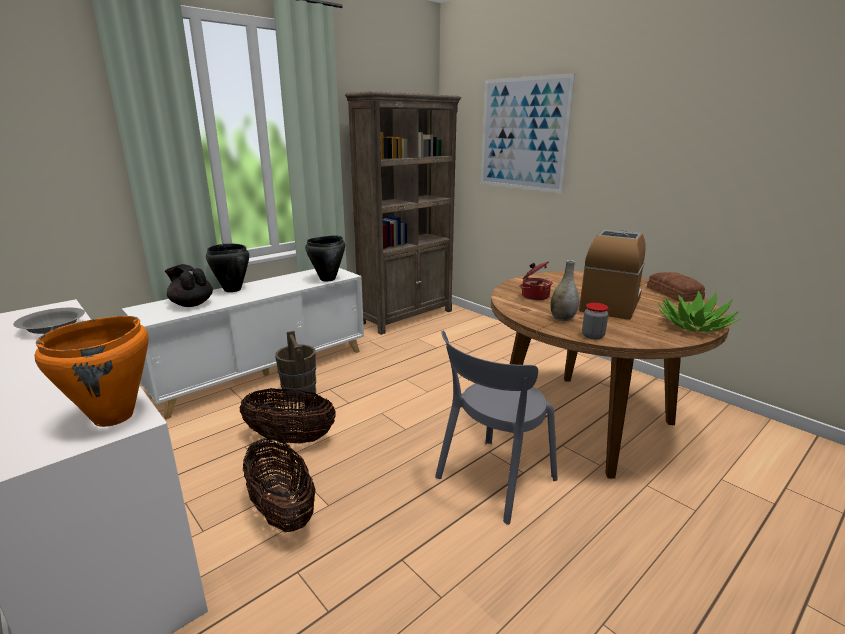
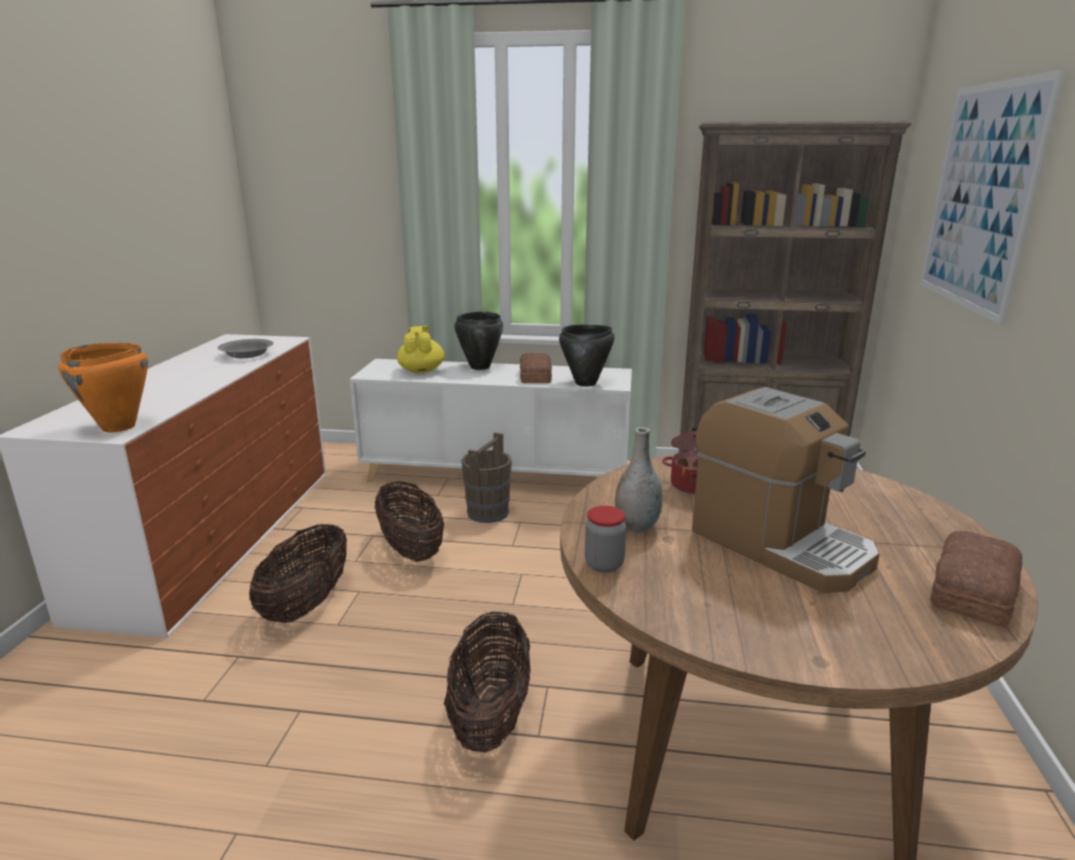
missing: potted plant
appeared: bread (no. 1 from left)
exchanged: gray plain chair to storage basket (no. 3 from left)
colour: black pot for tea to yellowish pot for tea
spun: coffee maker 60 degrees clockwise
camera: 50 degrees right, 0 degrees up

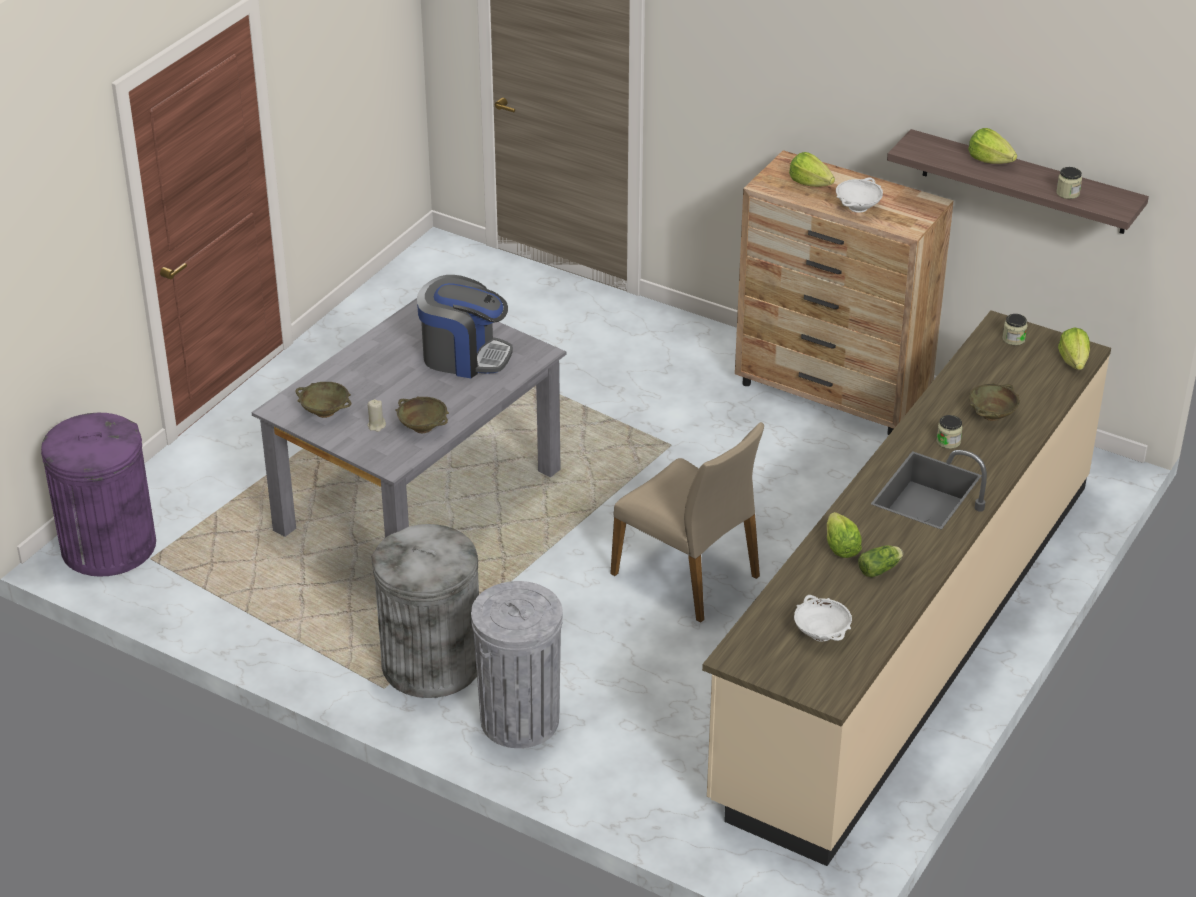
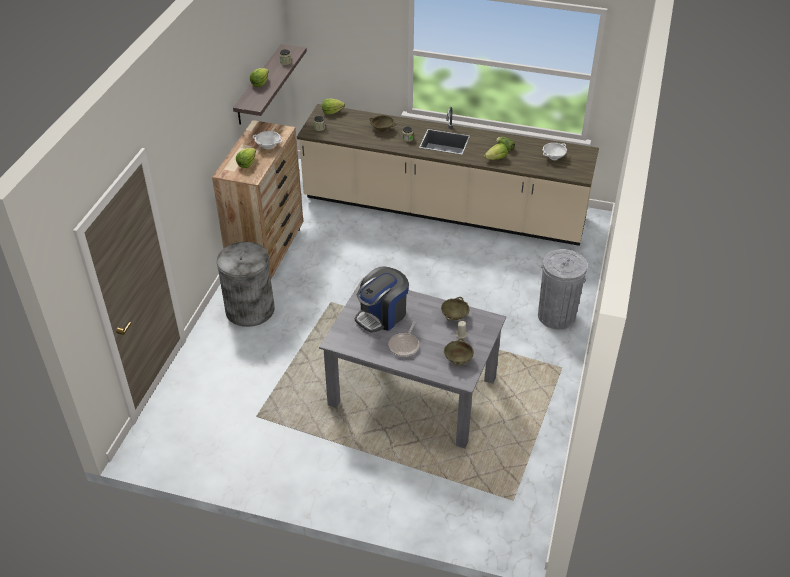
missing: purple-coloured trash can; beige-coloured plain chair
appeared: pan
relocated: gray trash can (no. 1 from left)
spun: coffee maker 135 degrees counterclockwise
camera: 105 degrees left, 5 degrees up

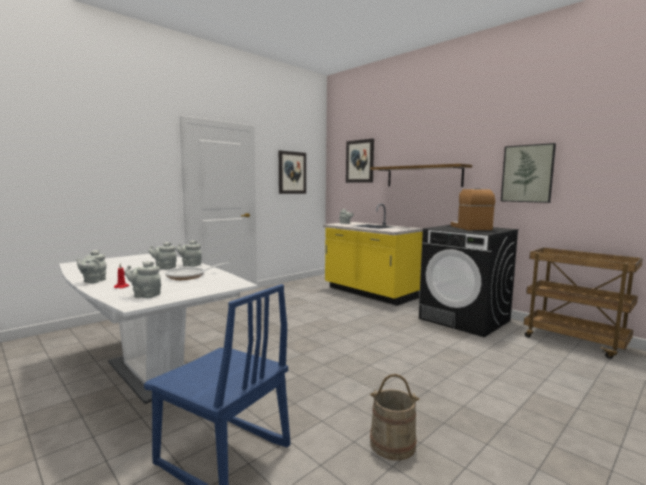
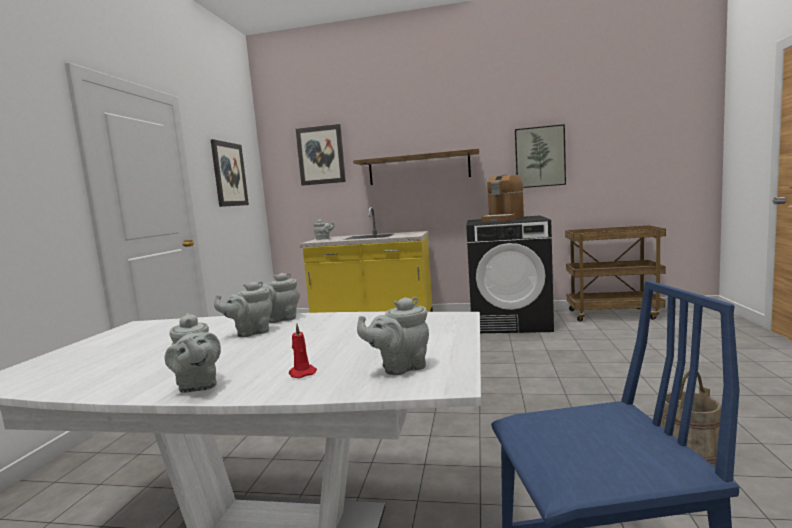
missing: pan
spun: coffee maker 105 degrees counterclockwise
camera: 35 degrees left, 0 degrees up

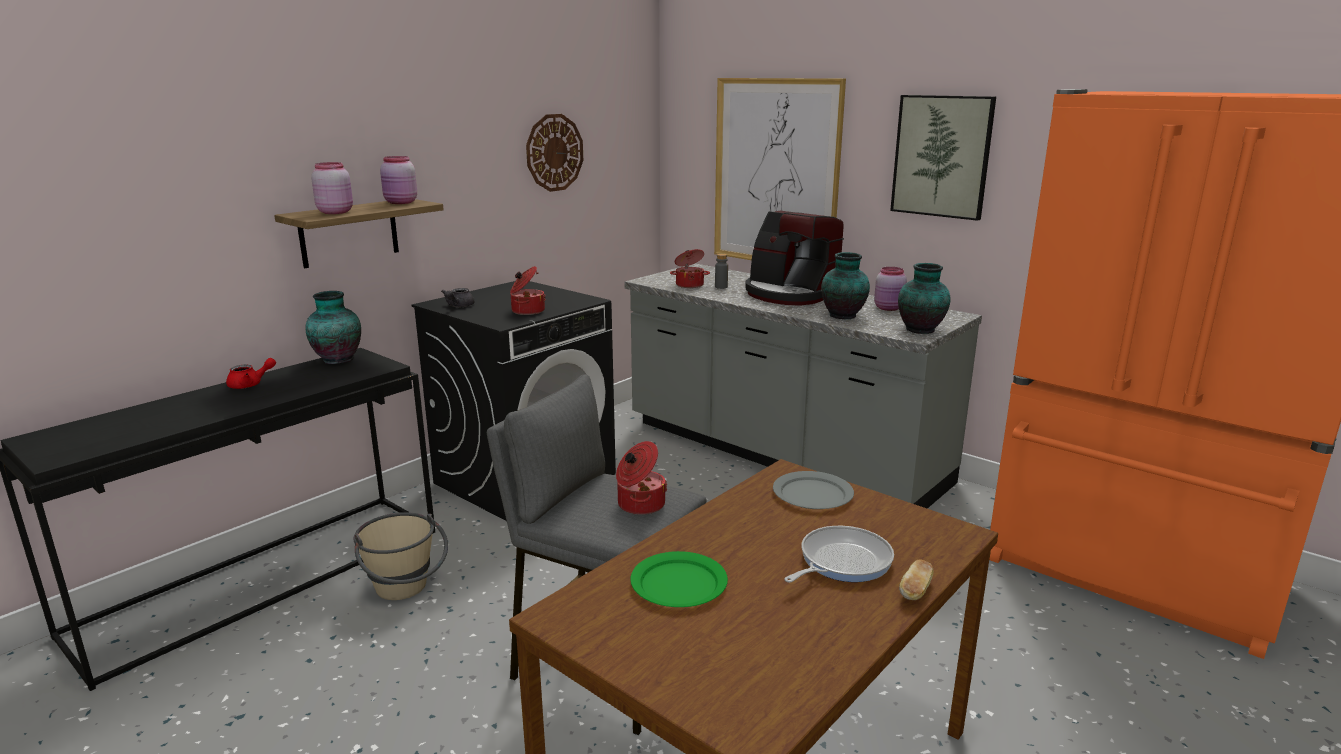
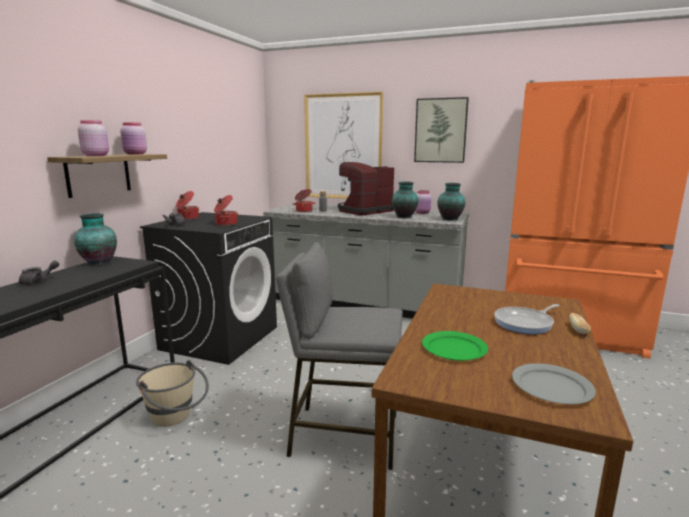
missing: clock on the wall
relocated: stockpot (no. 2 from left in the first image) to stockpot (no. 1 from left); gray dinner plate
colour: red pot for tea to gray pot for tea (no. 1 from left)
spun: coffee maker 120 degrees clockwise; pan 150 degrees counterclockwise
camera: 20 degrees left, 5 degrees down

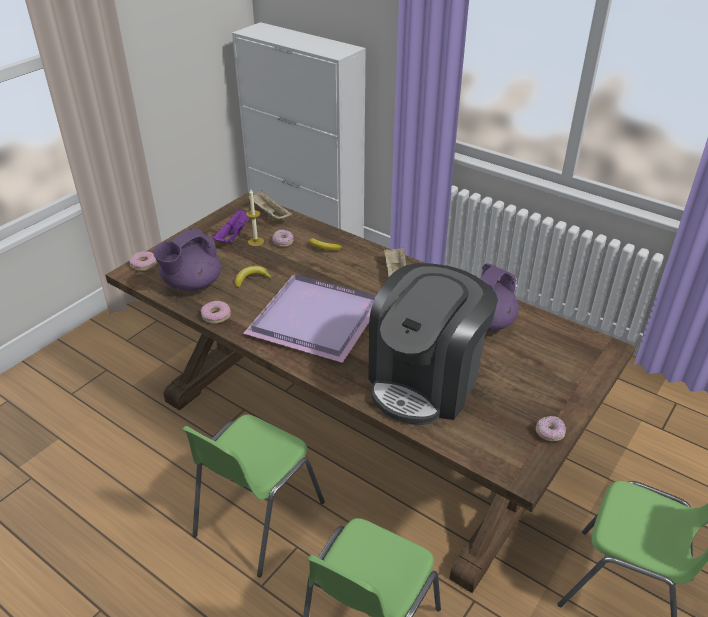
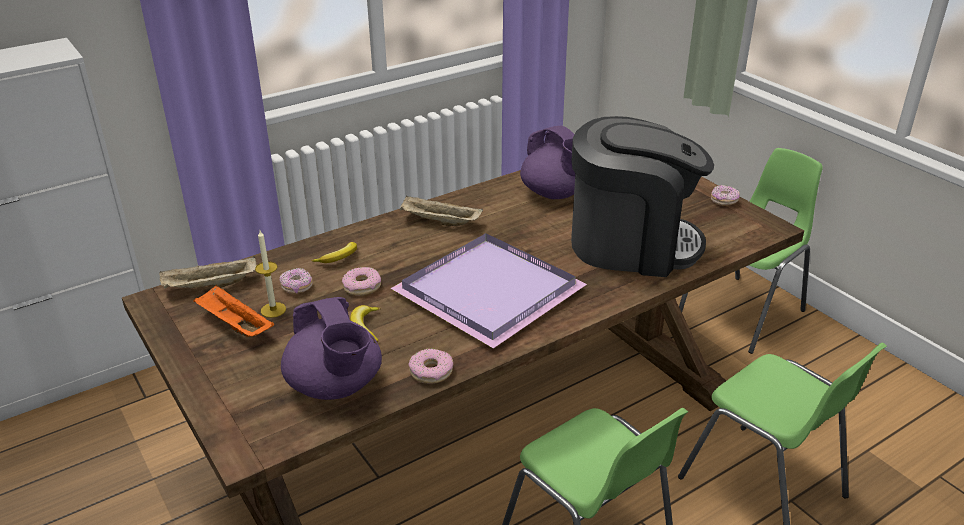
relocated: ring doughnut (no. 1 from left in the first image) to ring doughnut (no. 2 from left)
colour: purple-coloured serving tray (no. 1 from left) to orangey serving tray
spun: coffee maker 45 degrees counterclockwise
camera: 70 degrees left, 5 degrees down

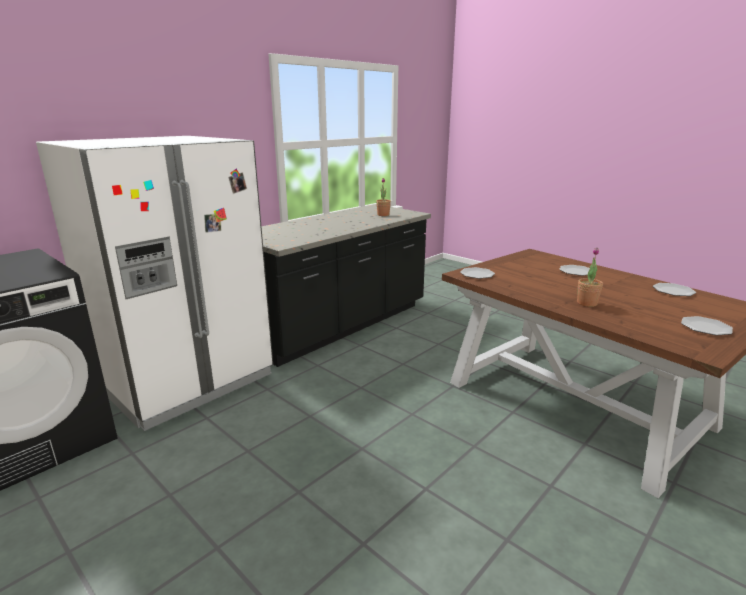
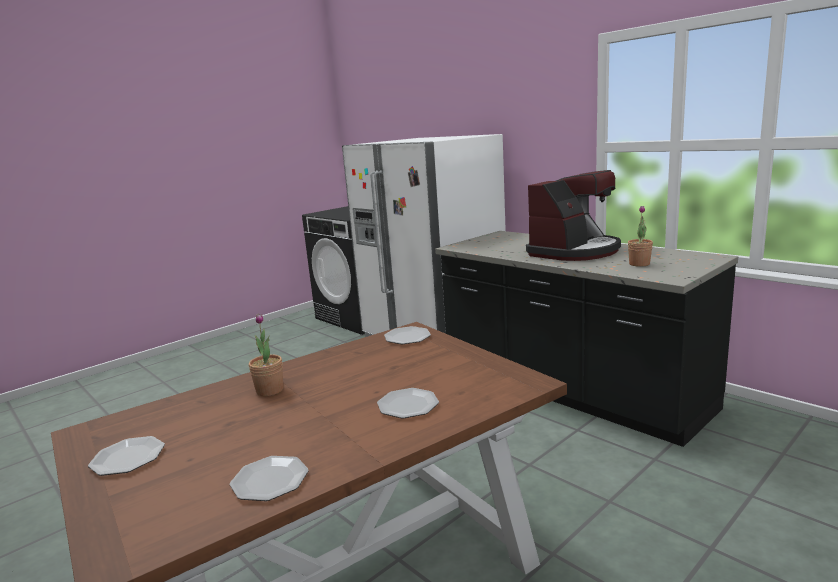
appeared: coffee maker
camera: 95 degrees right, 5 degrees down

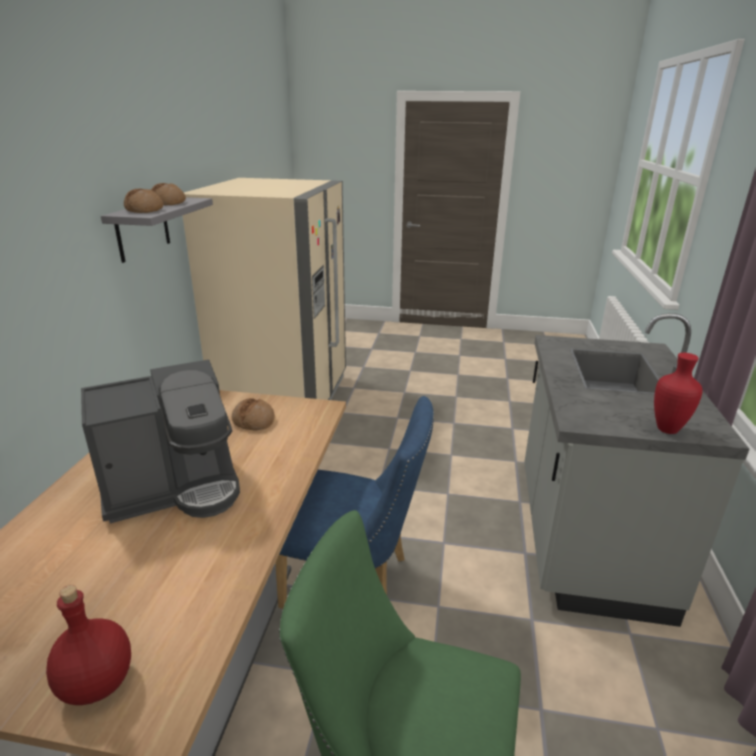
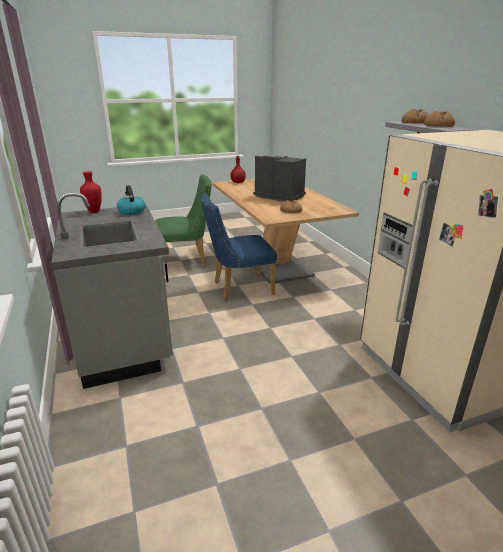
appeared: tea kettle
spun: coffee maker 90 degrees clockwise
camera: 150 degrees right, 0 degrees up

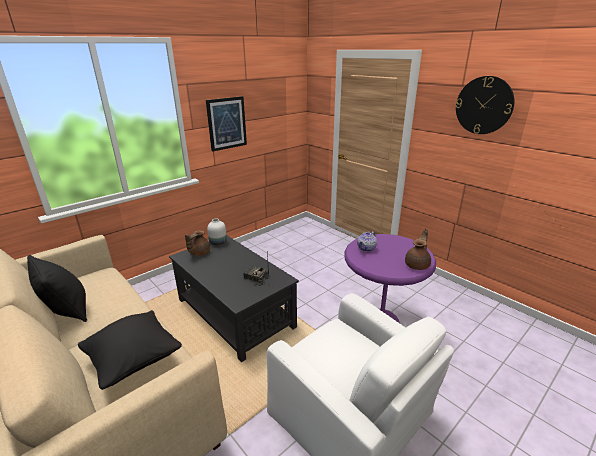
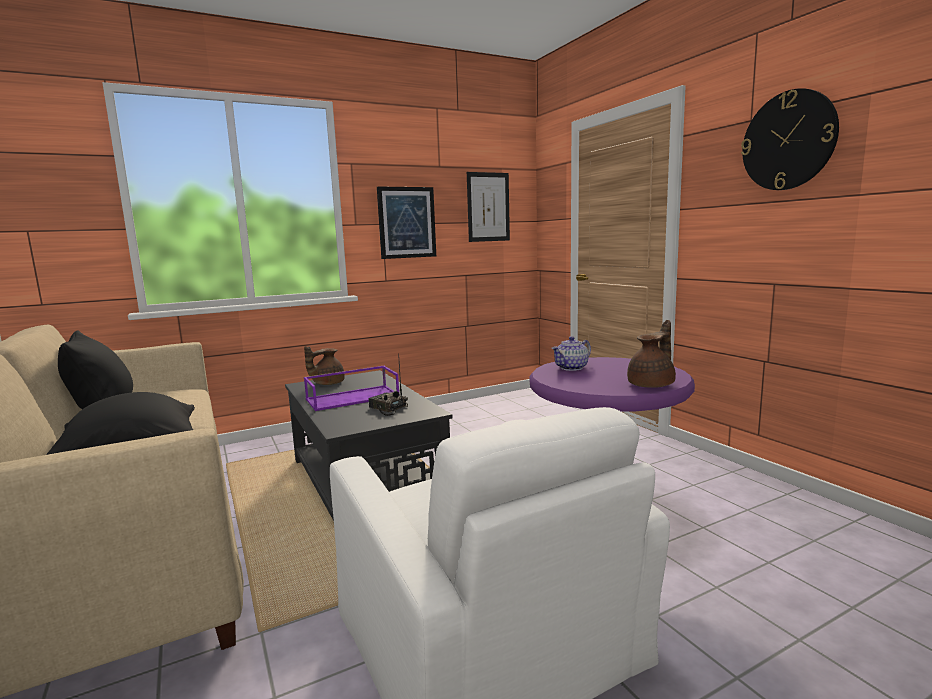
missing: whitish decorative vase
appeared: purple-coloured serving tray; wall picture (no. 2 from left)
camera: 15 degrees right, 15 degrees down

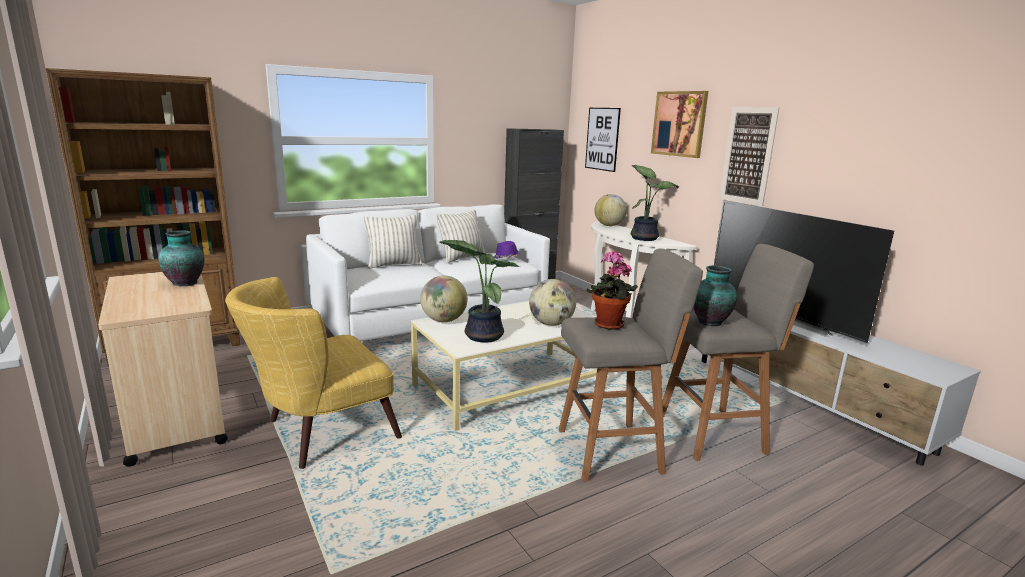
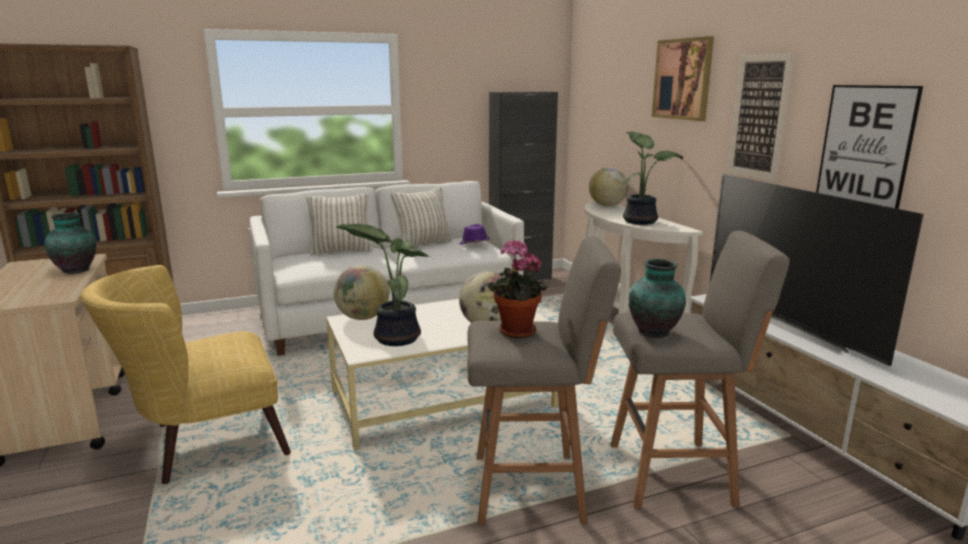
relocated: wall picture (no. 1 from left in the first image) to wall picture (no. 3 from left)
camera: 10 degrees right, 0 degrees up

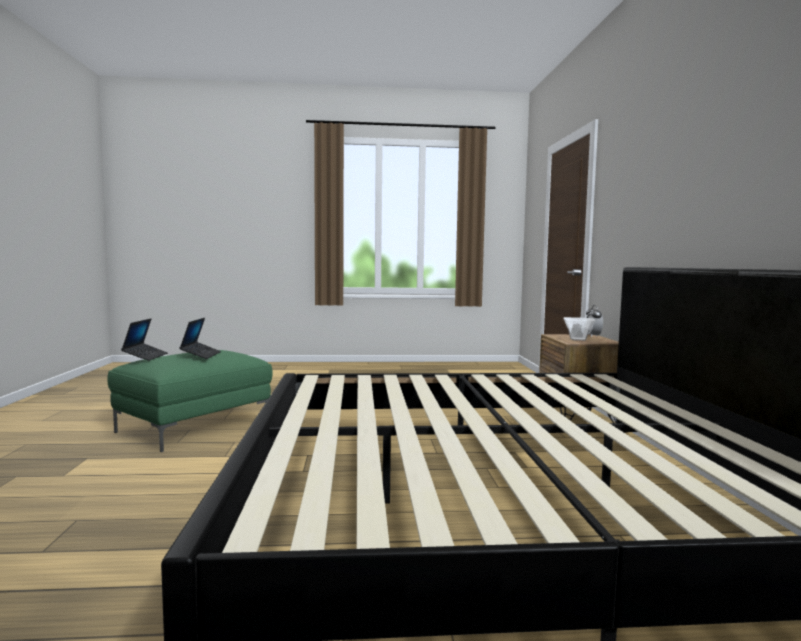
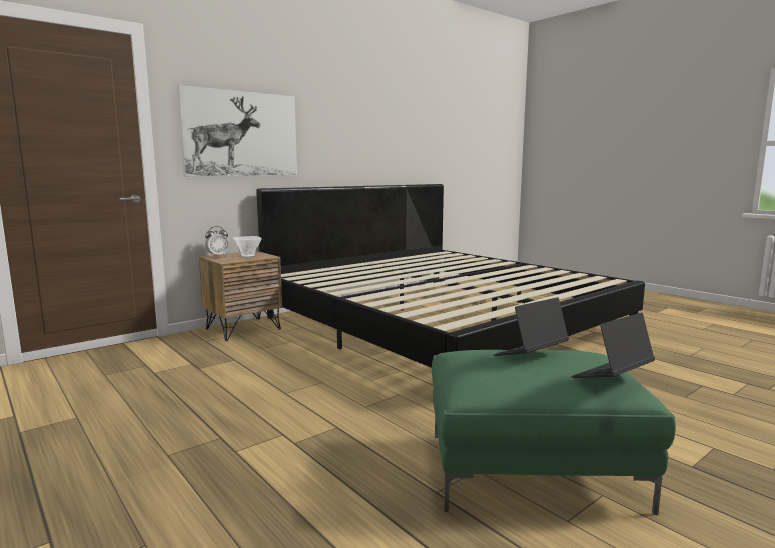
appeared: wall picture
camera: 125 degrees left, 5 degrees up

